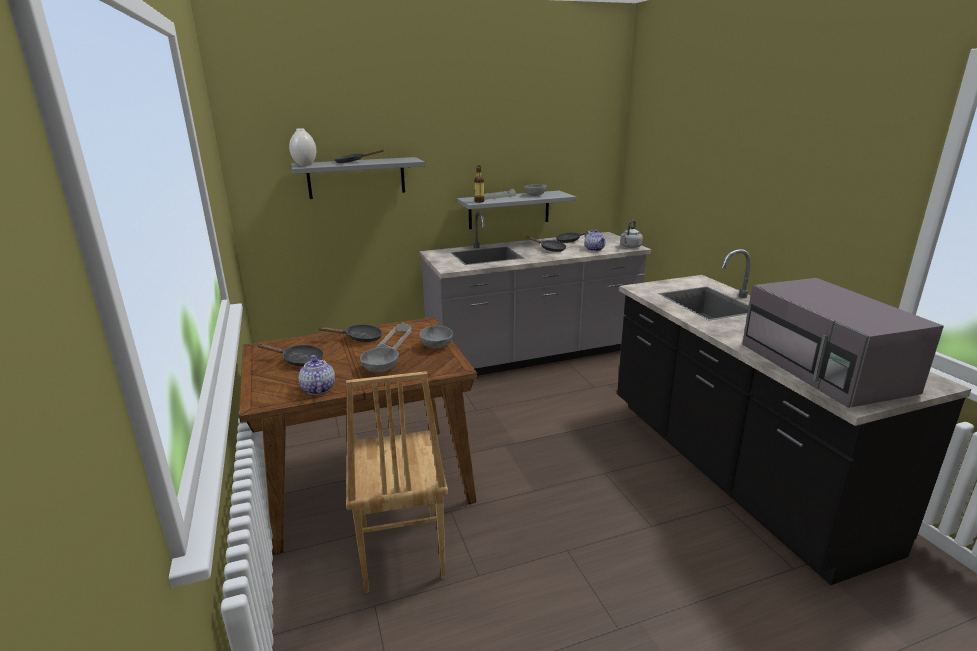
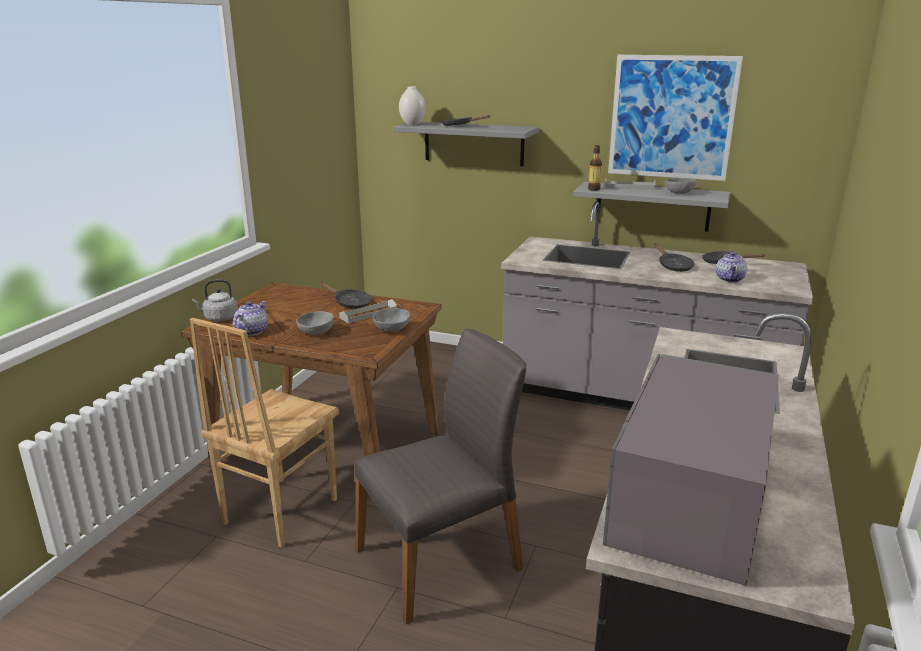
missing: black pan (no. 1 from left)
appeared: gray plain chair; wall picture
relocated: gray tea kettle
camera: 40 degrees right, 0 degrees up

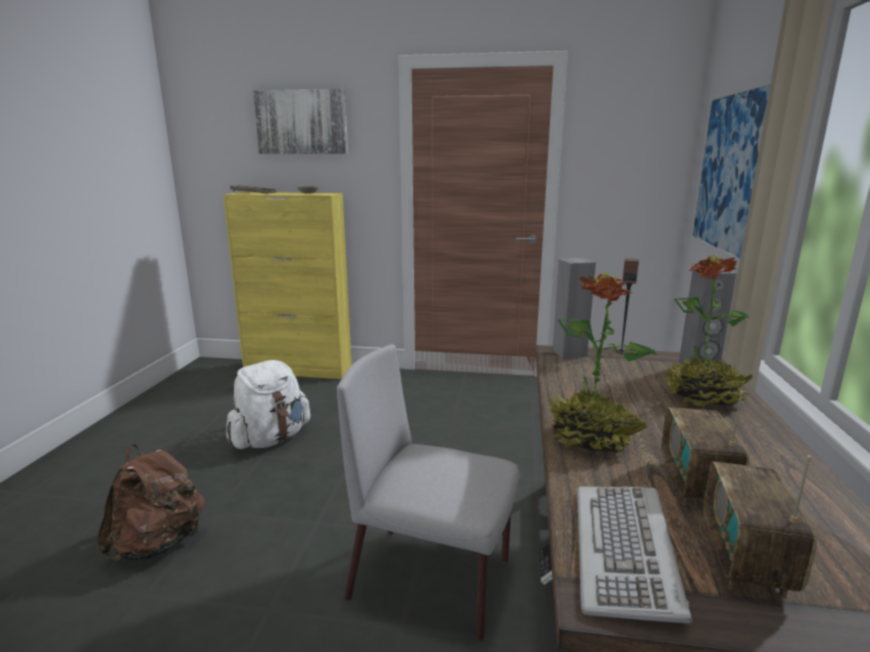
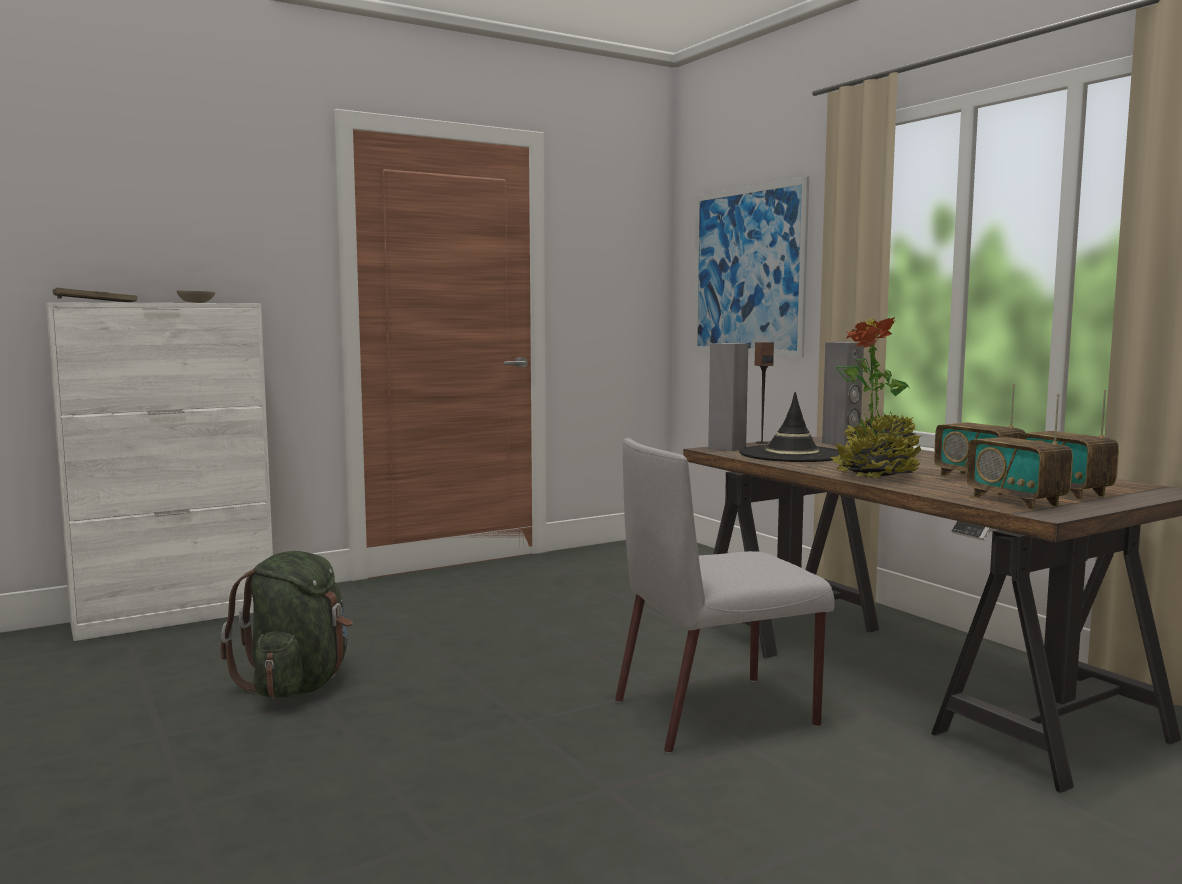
missing: brown backpack; wall picture (no. 1 from left)
appeared: black hat
exchanged: computer keyboard to radio (no. 2 from left)
colour: yellowish cabinet to whitish cabinet; whitish backpack to green backpack
camera: 40 degrees left, 10 degrees down

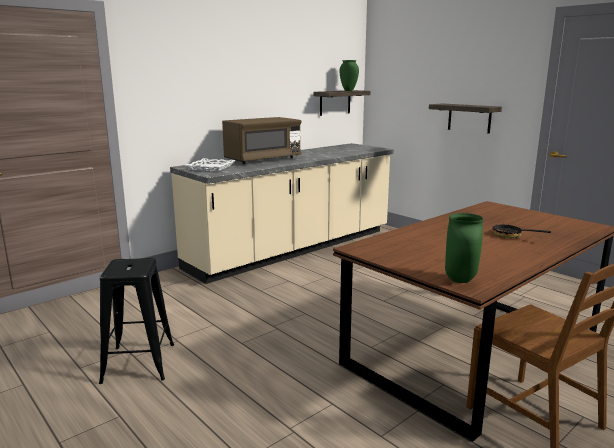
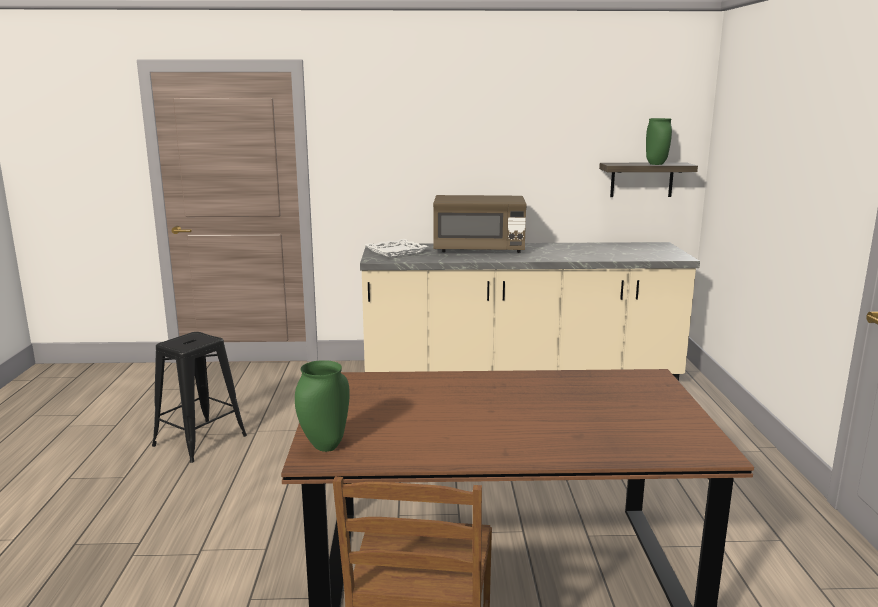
missing: wall shelf (no. 2 from left); pan
camera: 40 degrees right, 0 degrees up

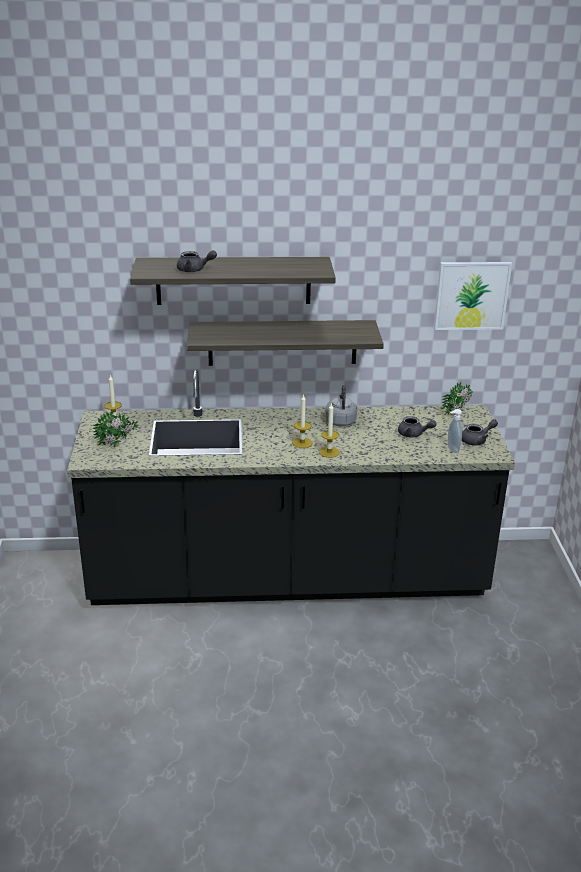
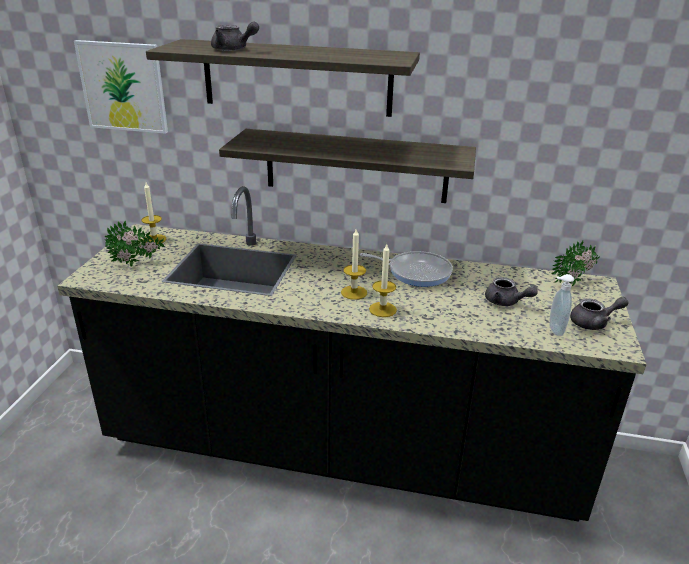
relocated: wall picture
exchanged: gray tea kettle to pan
camera: 15 degrees right, 0 degrees up

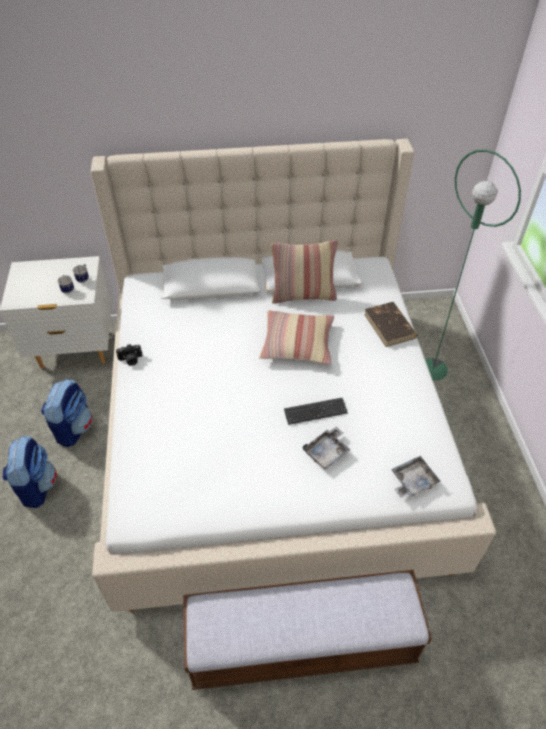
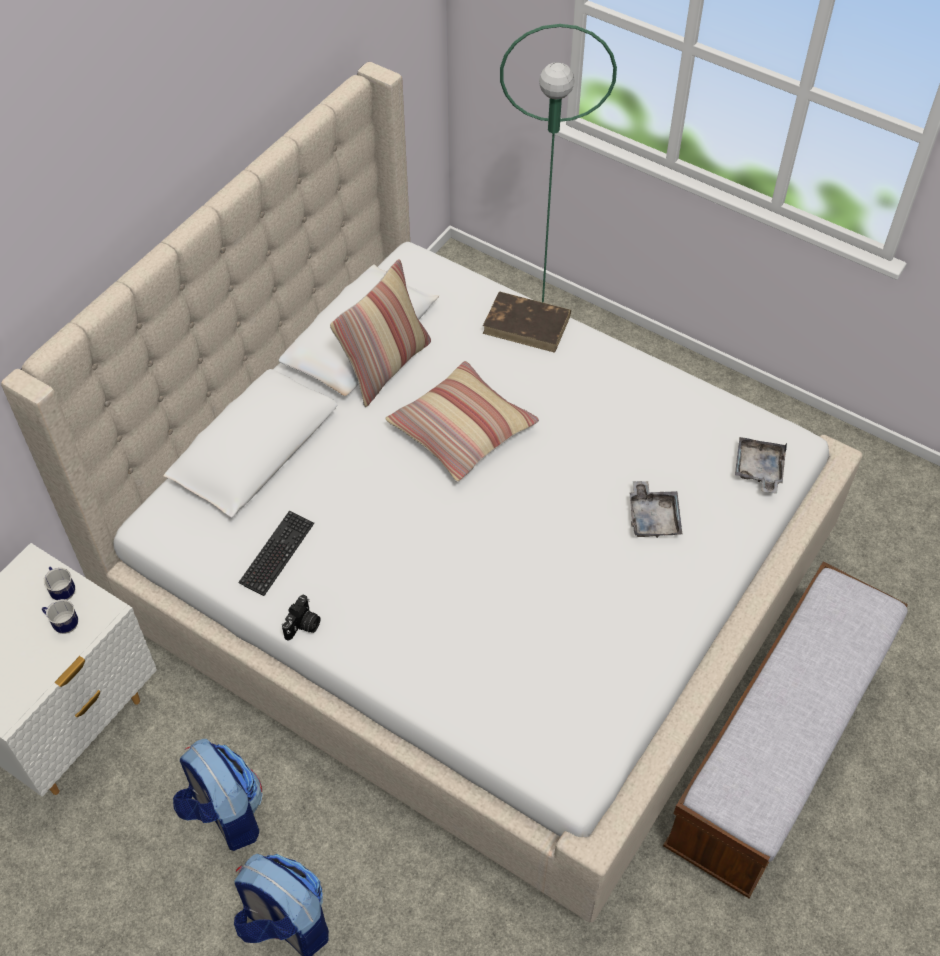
relocated: computer keyboard
camera: 50 degrees left, 5 degrees up

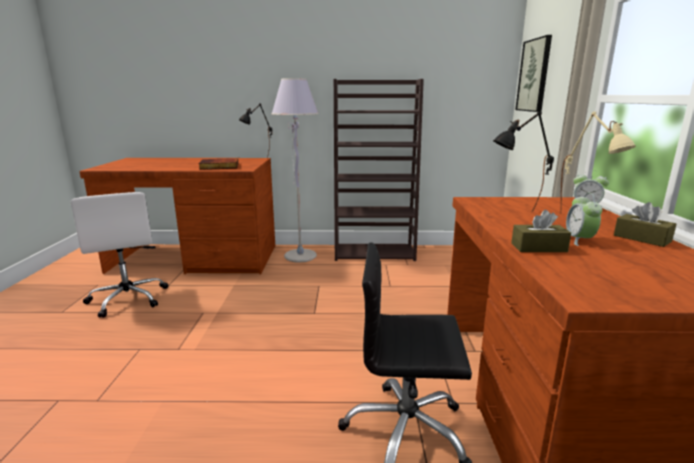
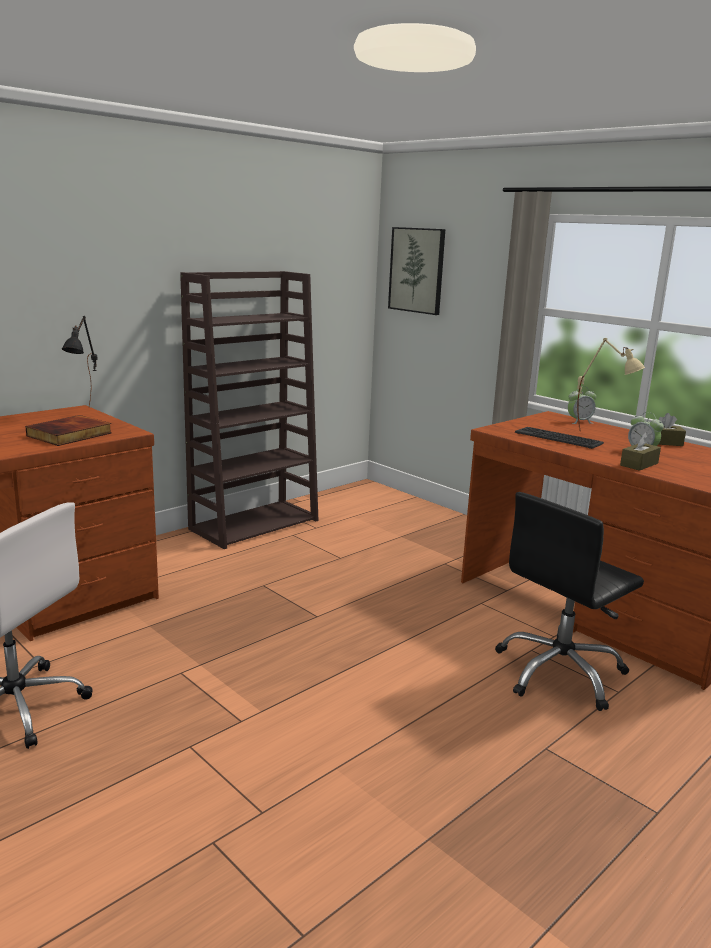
missing: gray standing lamp
exchanged: black tabletop lamp (no. 2 from left) to computer keyboard
camera: 45 degrees left, 0 degrees up

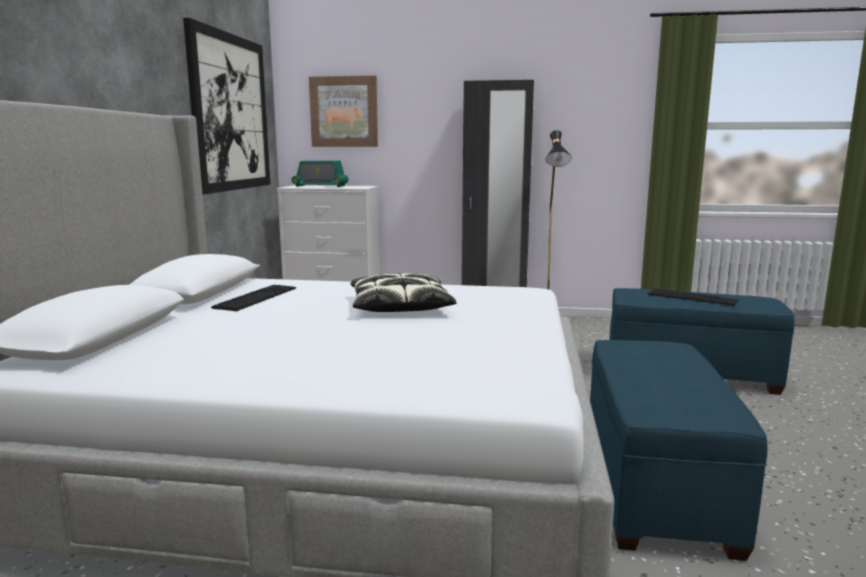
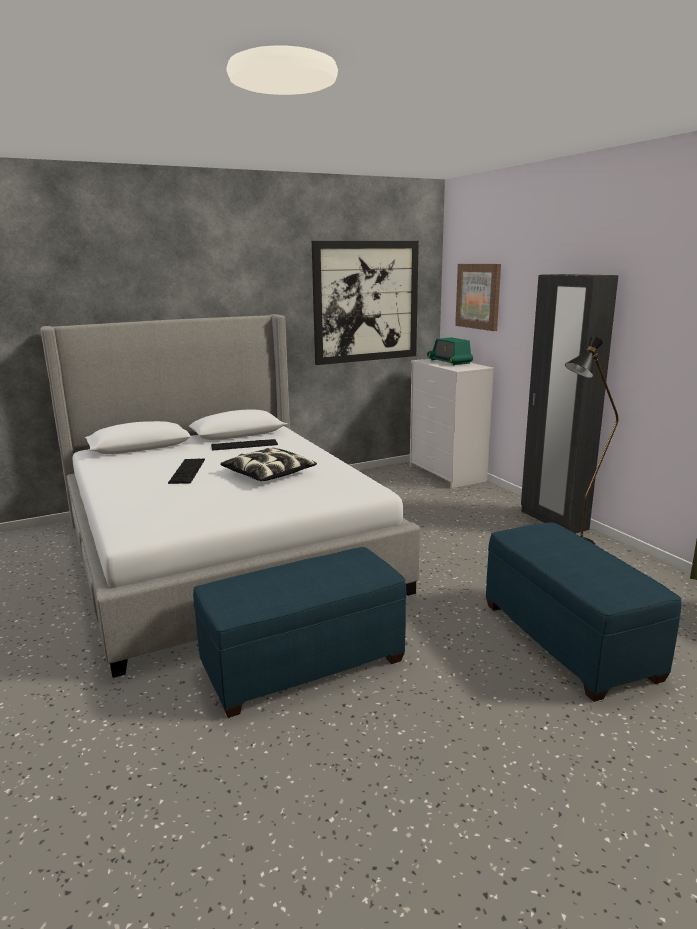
relocated: computer keyboard (no. 2 from left in the first image) to computer keyboard (no. 1 from left)
camera: 55 degrees right, 5 degrees up

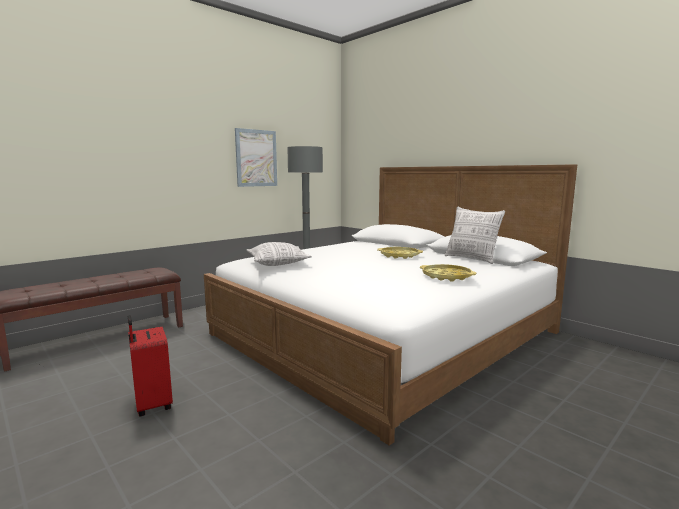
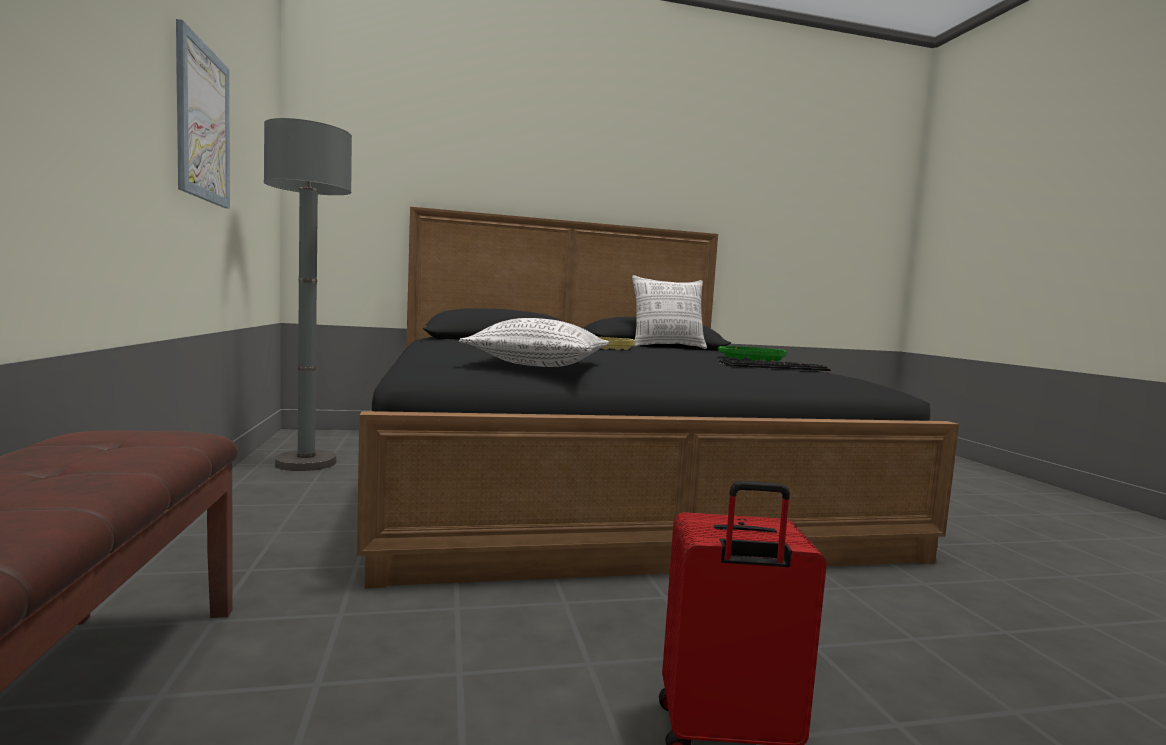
appeared: computer keyboard
colour: whitish bed to black bed; yellowish serving tray (no. 2 from left) to green serving tray
camera: 60 degrees left, 5 degrees down

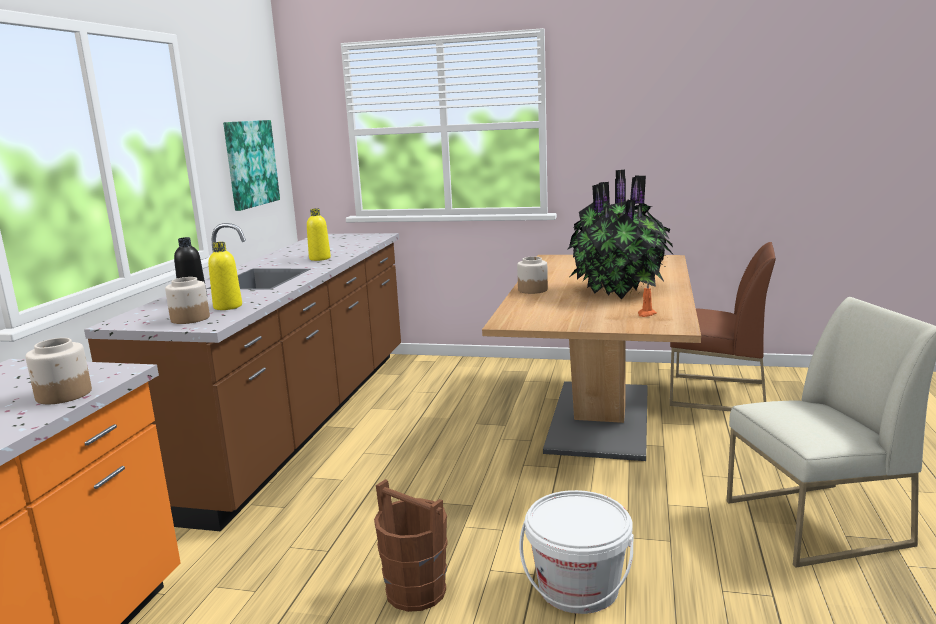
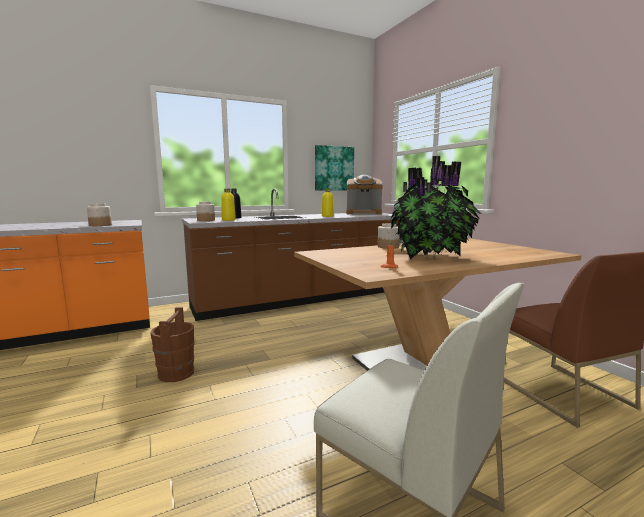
missing: whitish water bucket
appeared: coffee maker
camera: 50 degrees right, 5 degrees down

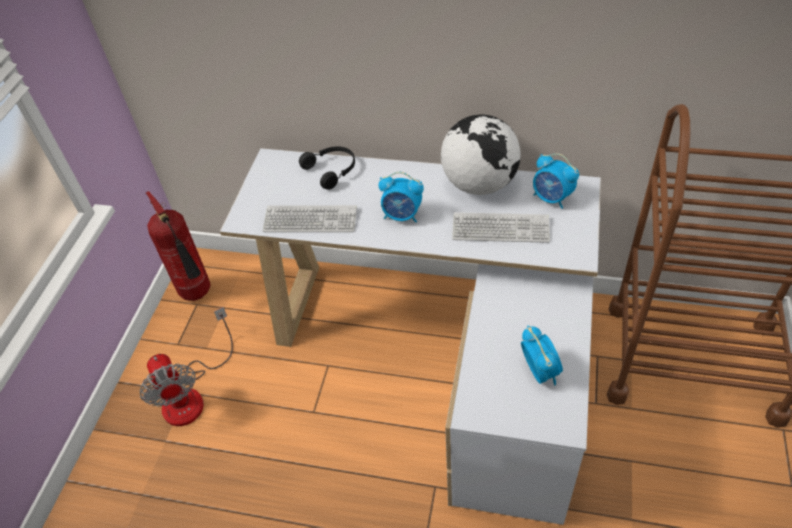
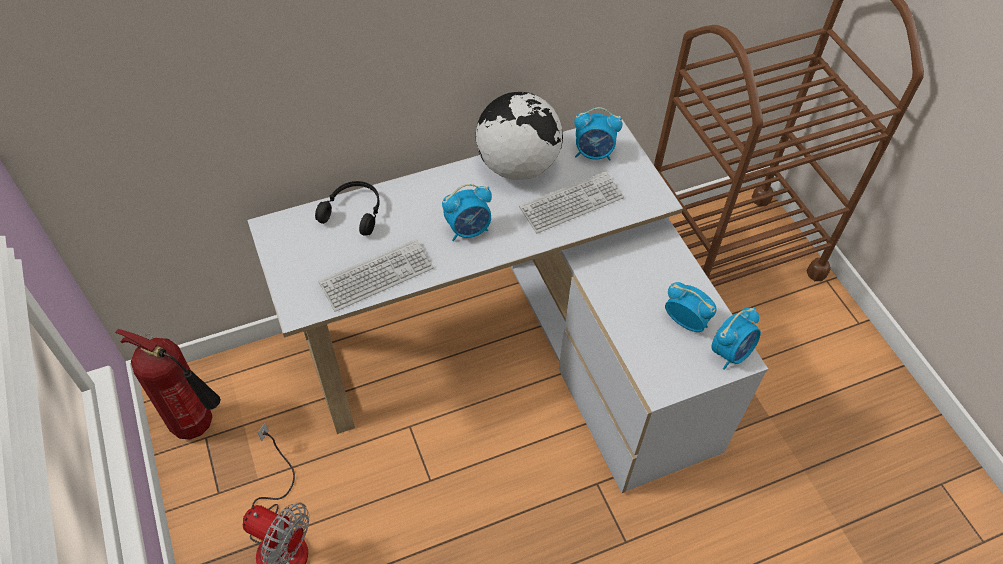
appeared: table clock (no. 4 from left)
camera: 40 degrees left, 5 degrees up

